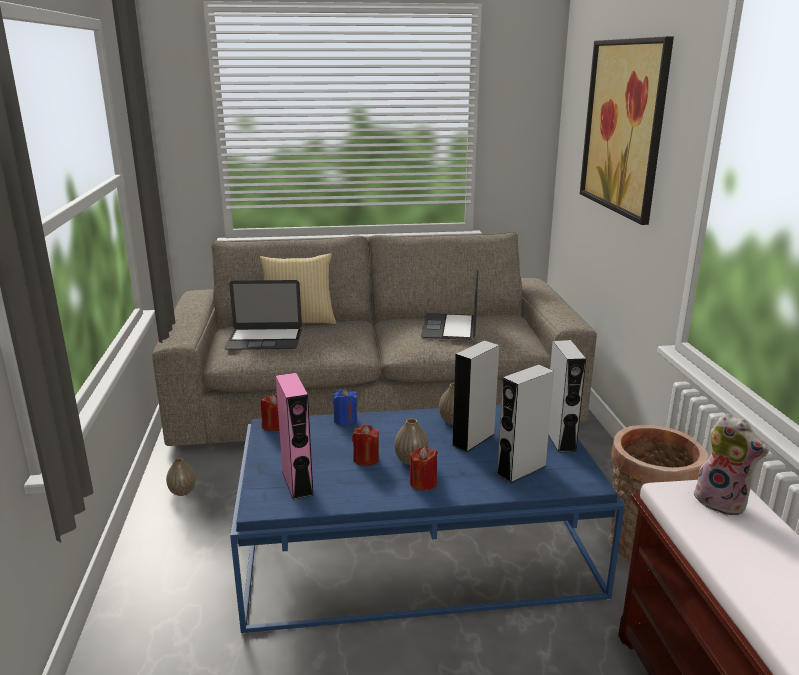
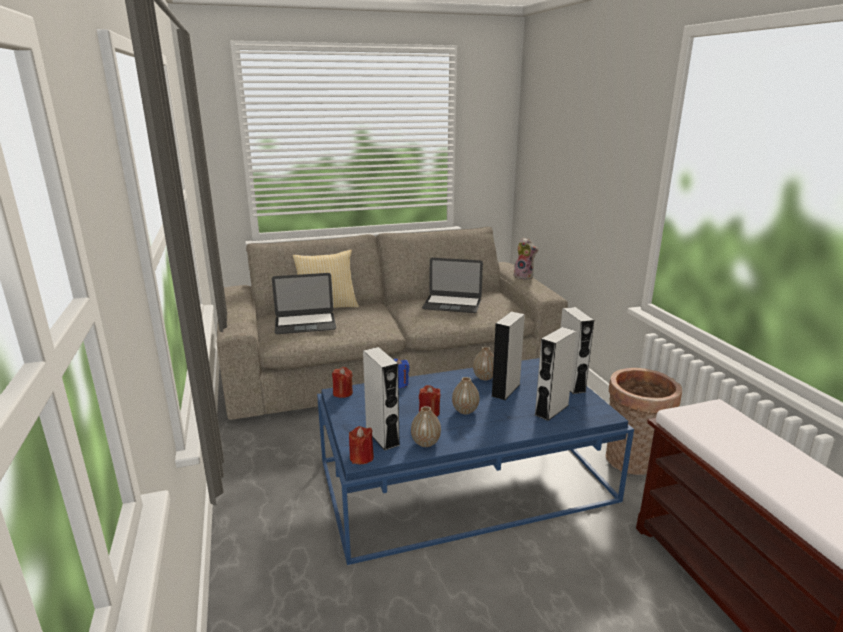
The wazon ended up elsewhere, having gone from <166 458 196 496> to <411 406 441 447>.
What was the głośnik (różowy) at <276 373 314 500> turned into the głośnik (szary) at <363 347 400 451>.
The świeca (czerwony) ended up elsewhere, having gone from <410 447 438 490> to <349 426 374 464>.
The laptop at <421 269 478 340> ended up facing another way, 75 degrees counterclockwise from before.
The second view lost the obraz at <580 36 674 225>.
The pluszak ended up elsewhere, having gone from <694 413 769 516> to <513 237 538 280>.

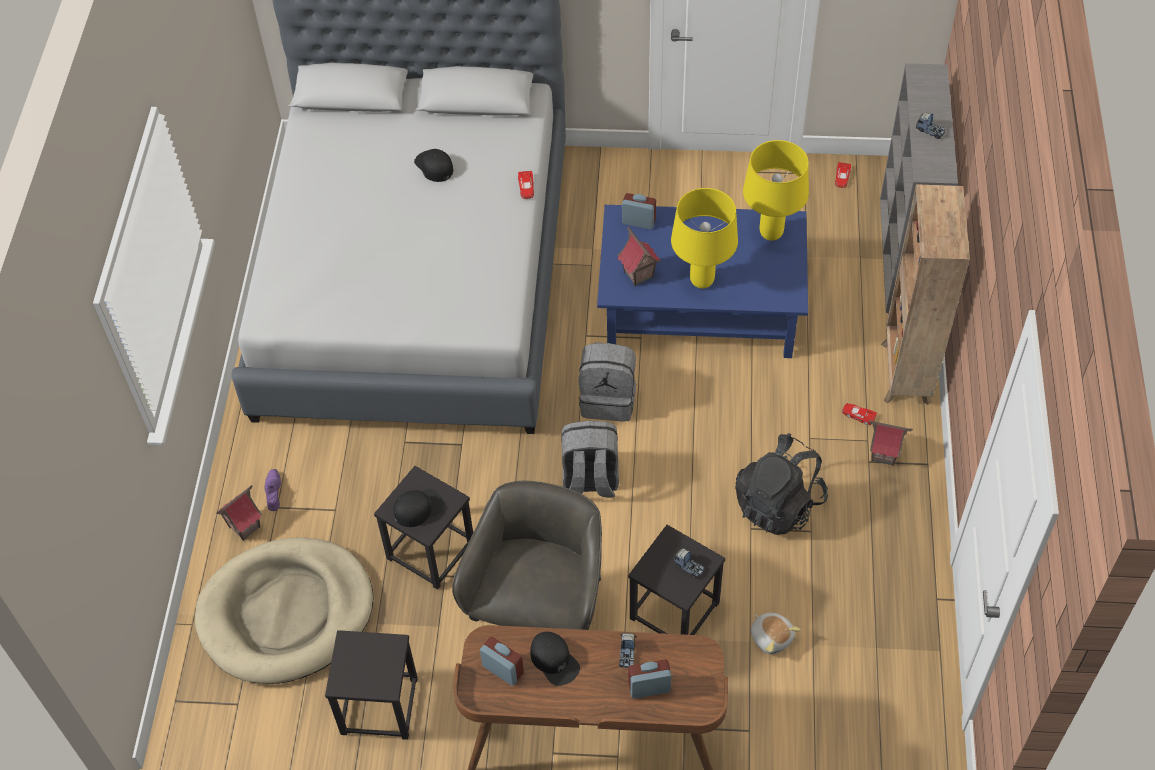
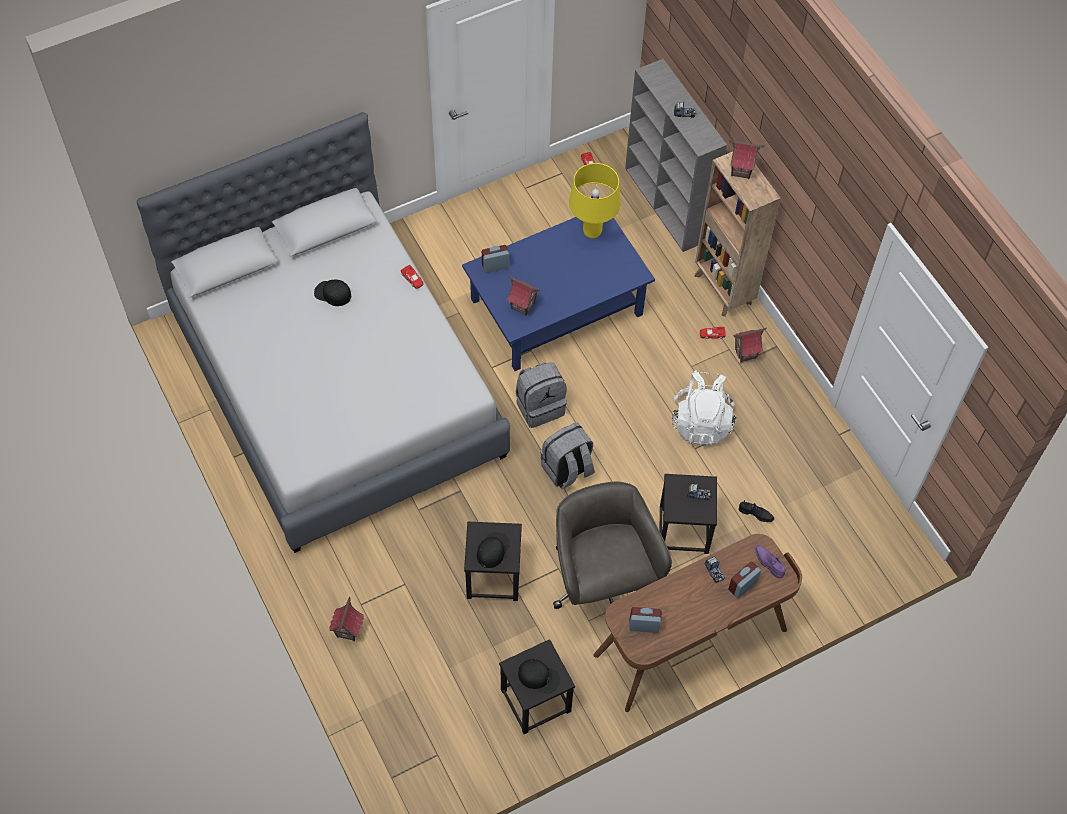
The second view lost the legowisko (beżowy) at <195 537 373 684>.
The but (fioletowy) ended up elsewhere, having gone from <265 469 281 511> to <755 545 786 578>.
The czapka z daszkiem (czarny) ended up elsewhere, having gone from <530 632 580 686> to <518 659 560 694>.
The second view lost the lampa stołowa (żółty) at <671 188 738 289>.
What was the plecak (czarny) at <735 433 828 535> turned into the plecak (biały) at <672 370 736 446>.
Where the pluszak stood at <751 613 801 654>, the but (czarny) came to stand at <739 500 775 522>.
The second view gained the domek at <729 140 765 179>.

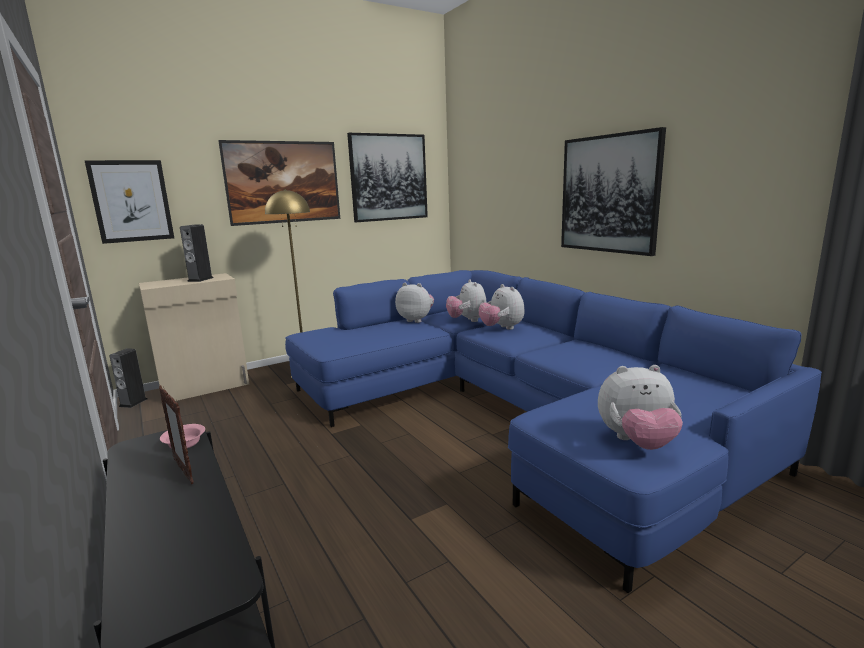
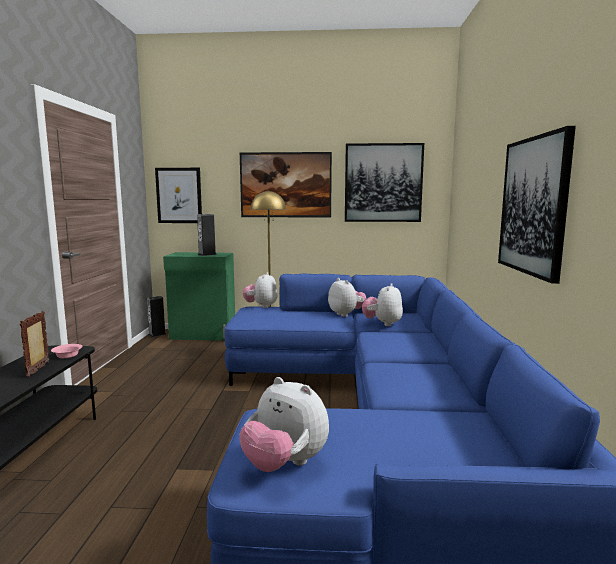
What was the szafka (beżowy) at <139 273 249 401> turned into the szafka (zielony) at <163 252 235 341>.
The pluszak ended up elsewhere, having gone from <479 284 525 330> to <243 272 278 308>.

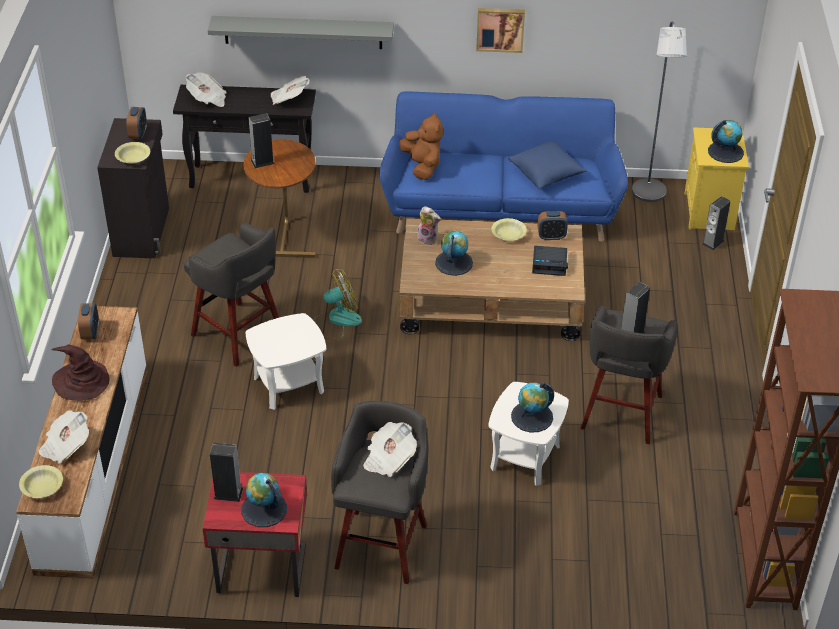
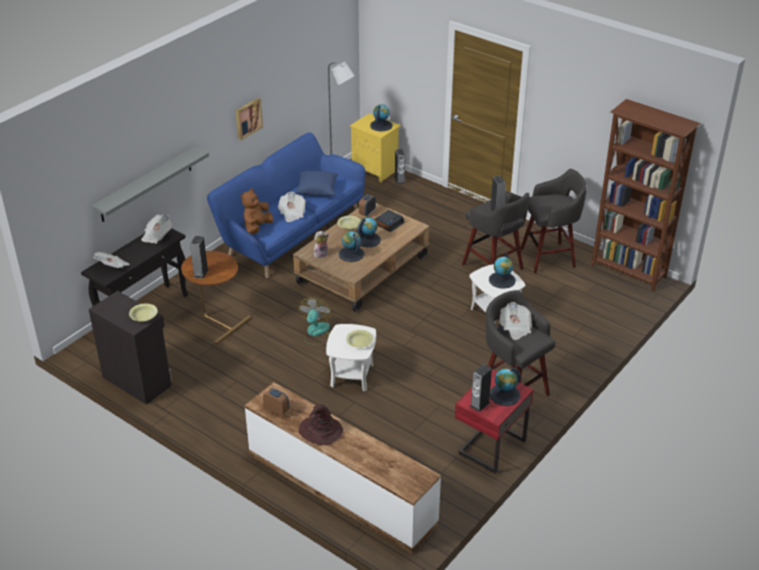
The miska (żółty) ended up elsewhere, having gone from <19 465 63 498> to <346 330 373 348>.
The gazeta ended up elsewhere, having gone from <39 410 89 464> to <278 192 306 222>.
The second view lost the budzik at <126 107 147 139>.
The stołek (szary) ended up elsewhere, having gone from <184 223 279 367> to <520 169 587 274>.
The pluszak (brązowy) at <399 112 443 180> ended up facing another way, 75 degrees counterclockwise from before.
The second view gained the globus at <357 217 381 247>.

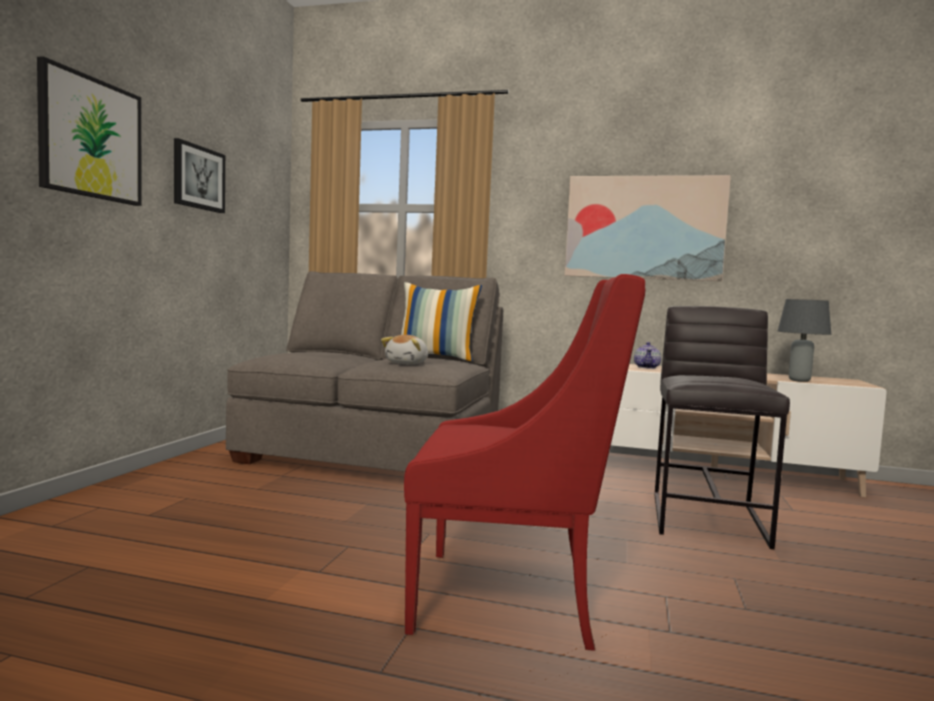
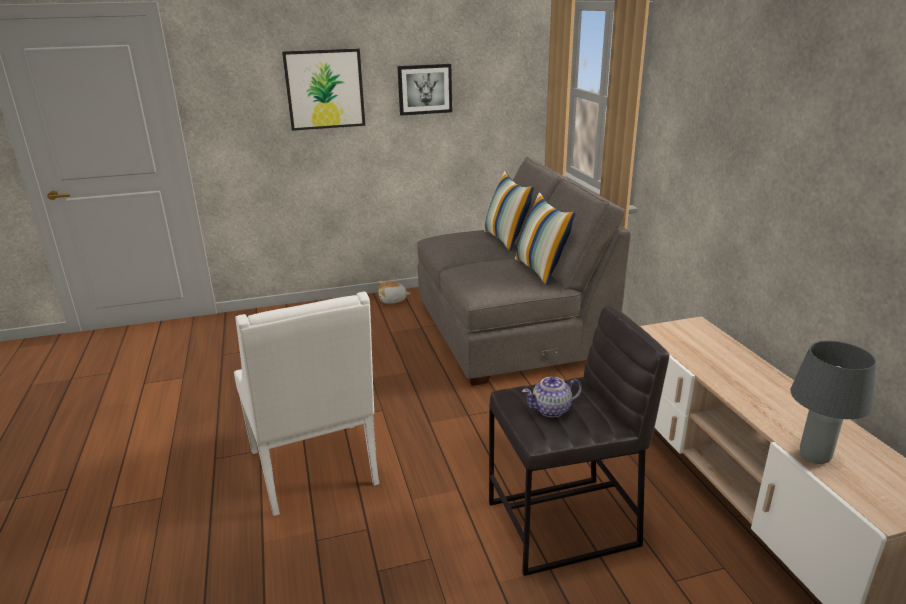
The pluszak ended up elsewhere, having gone from <381 335 428 364> to <378 281 411 304>.
What was the fotel (czerwony) at <404 274 646 651> turned into the fotel (biały) at <234 292 380 516>.
The second view lost the obraz at <565 175 731 281>.
The imbryk ended up elsewhere, having gone from <634 342 661 369> to <522 376 582 418>.
The second view gained the poduszka at <484 171 534 251>.

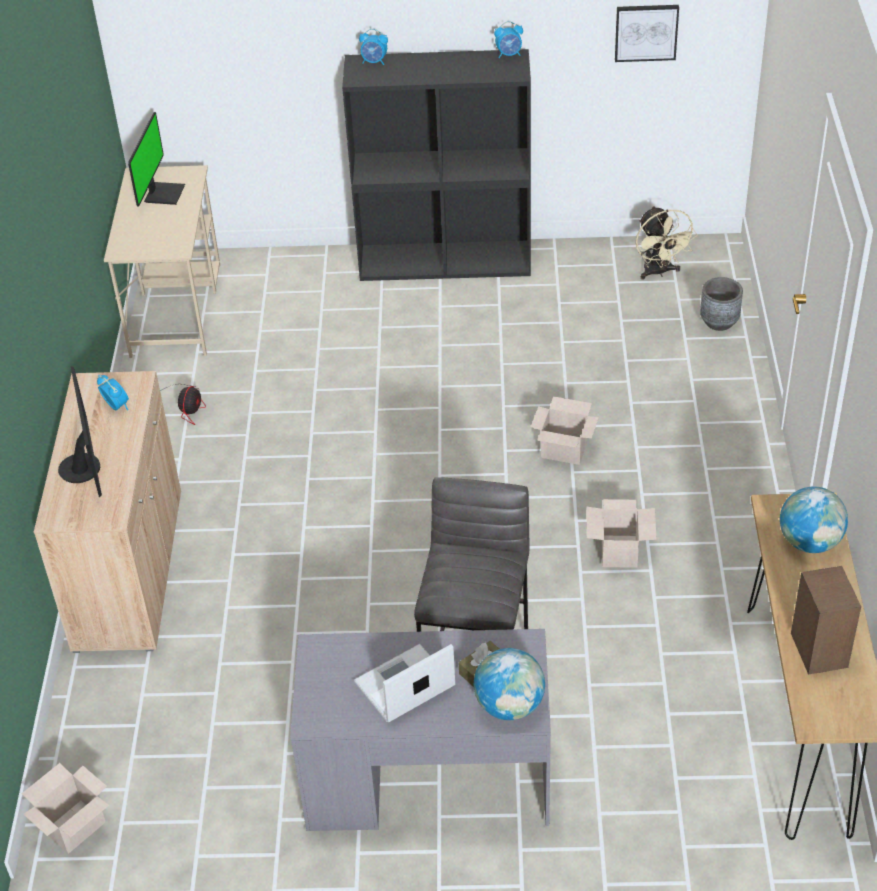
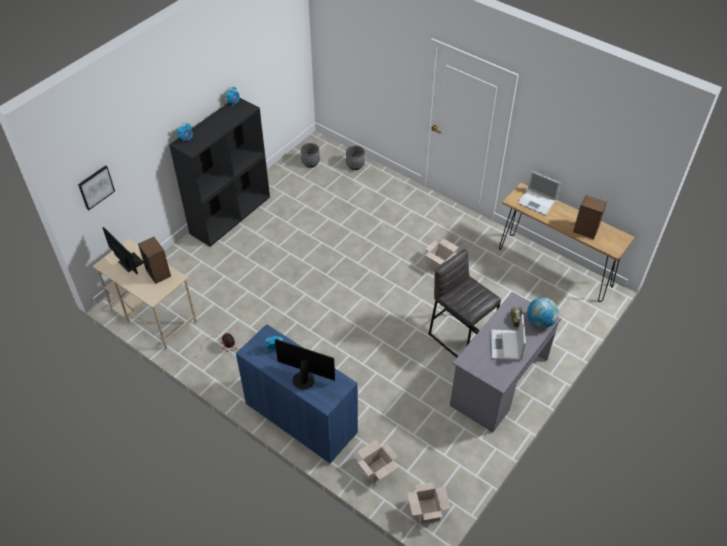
What was the szafka (beżowy) at <34 371 181 653> turned into the szafka (niebieski) at <236 324 358 464>.
The karton ended up elsewhere, having gone from <531 396 599 465> to <358 440 398 483>.
The obraz ended up elsewhere, having gone from <615 5 679 62> to <78 165 115 210>.
Where the wentylator (beżowy) stood at <636 206 698 279>, the donica (szary) came to stand at <301 143 320 168>.
Where the globus stood at <780 486 848 553>, the laptop came to stand at <517 171 560 215>.
The second view gained the głośnik at <138 237 171 284>.

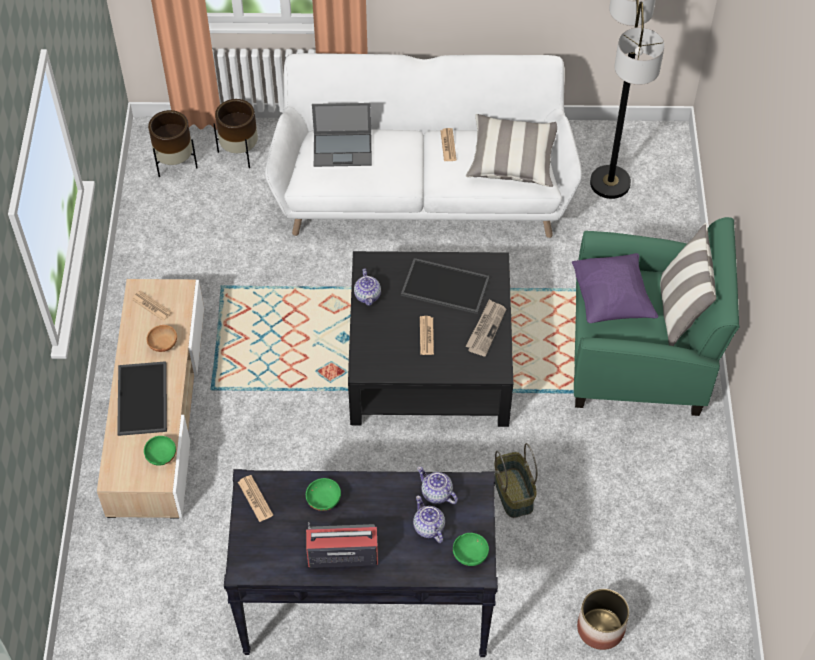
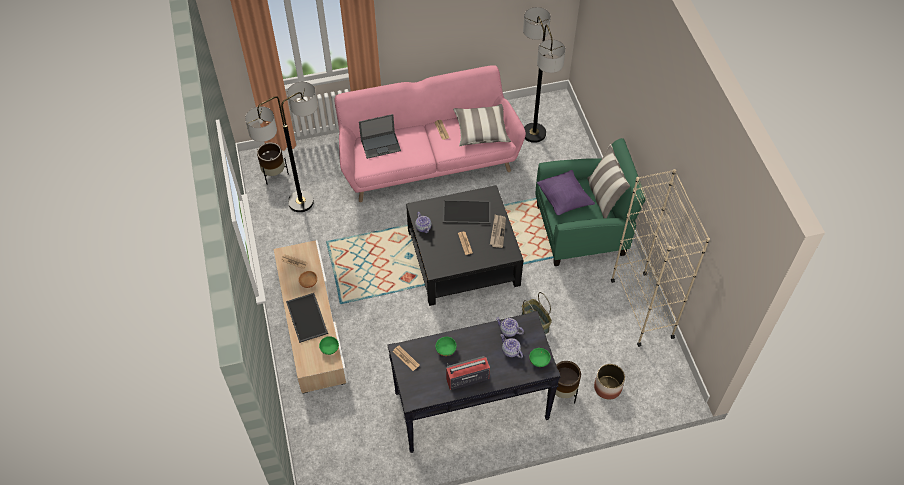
The donica (brązowy) ended up elsewhere, having gone from <213 99 258 168> to <547 361 581 404>.
What was the kanapa (biały) at <265 53 582 238> turned into the kanapa (różowy) at <335 65 526 202>.
The second view gained the lampa stojąca at <245 82 318 212>.
The second view gained the regał (beżowy) at <611 169 710 347>.

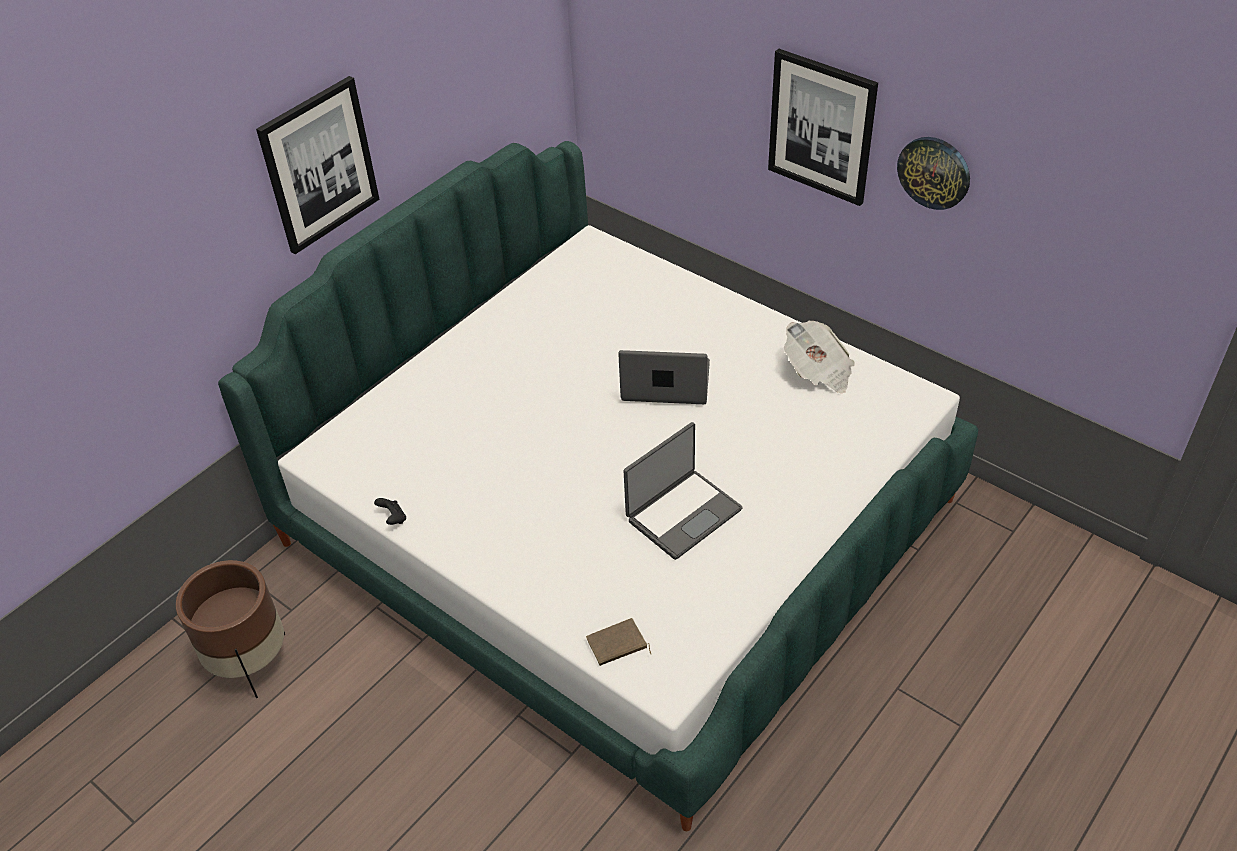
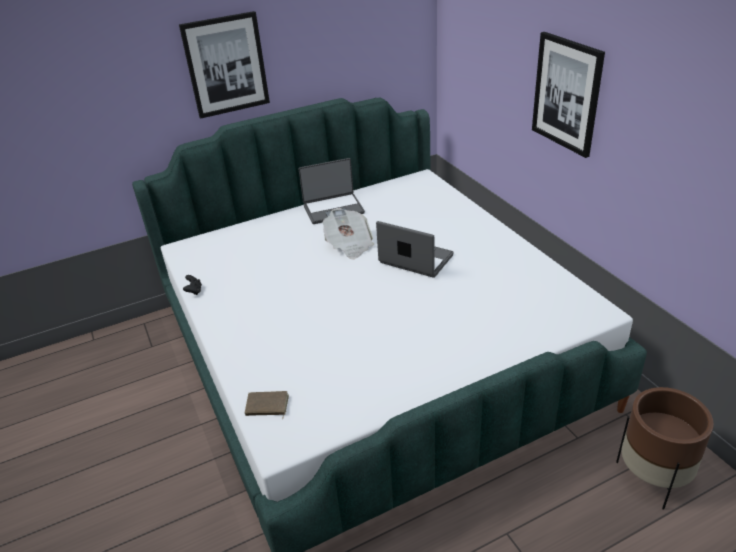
The donica (brązowy) ended up elsewhere, having gone from <176 560 285 698> to <616 387 714 509>.
The laptop ended up elsewhere, having gone from <624 422 743 560> to <299 158 365 224>.
The gazeta ended up elsewhere, having gone from <784 321 855 393> to <322 208 374 259>.
The second view lost the zegar ścienny at <897 137 970 210>.

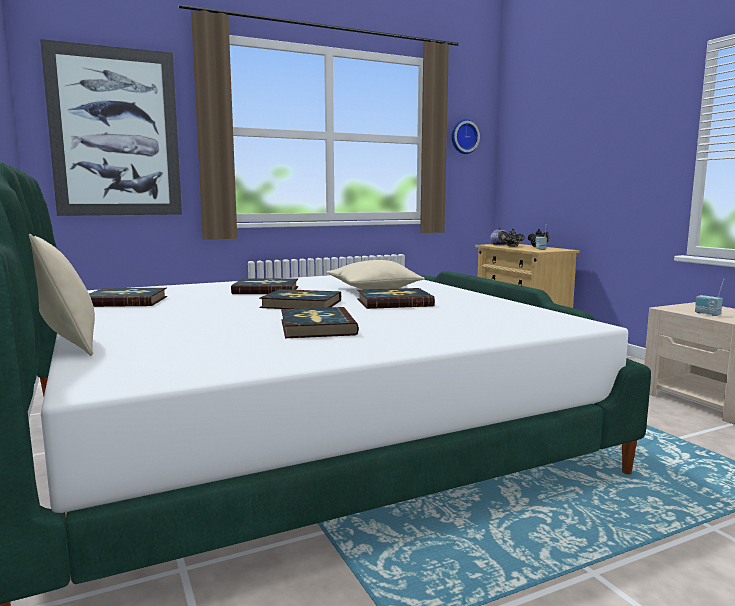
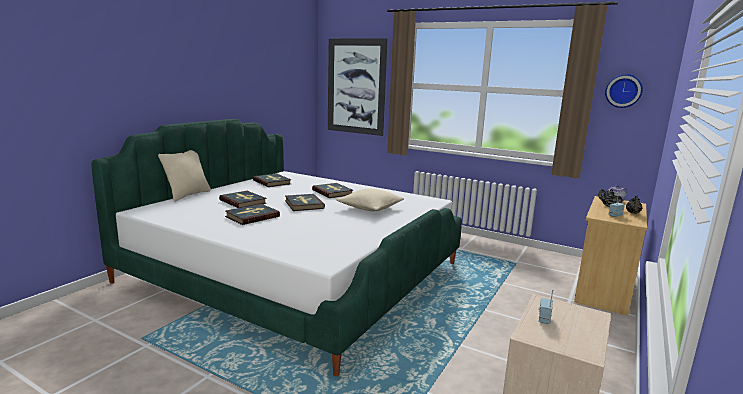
The książka ended up elsewhere, having gone from <357 288 435 309> to <219 191 267 208>.

